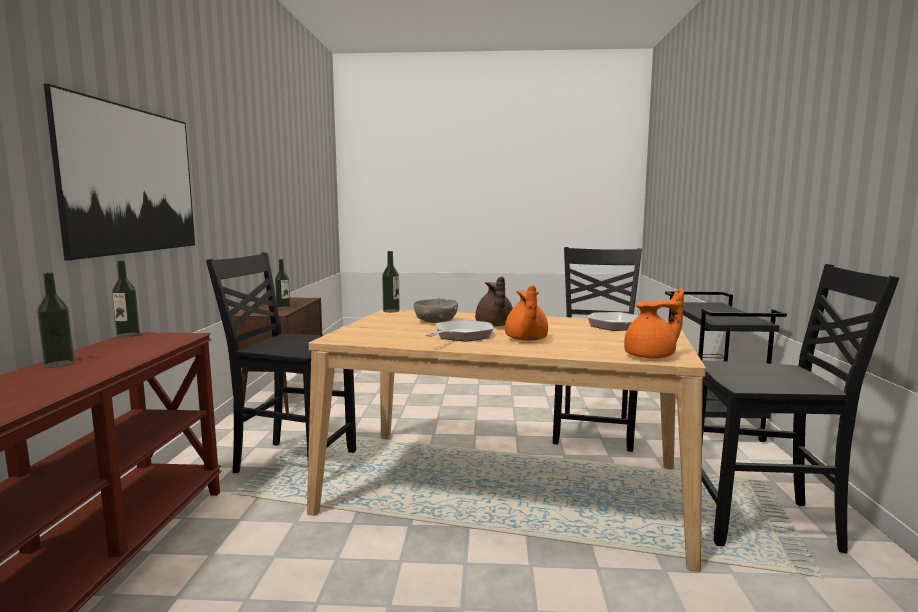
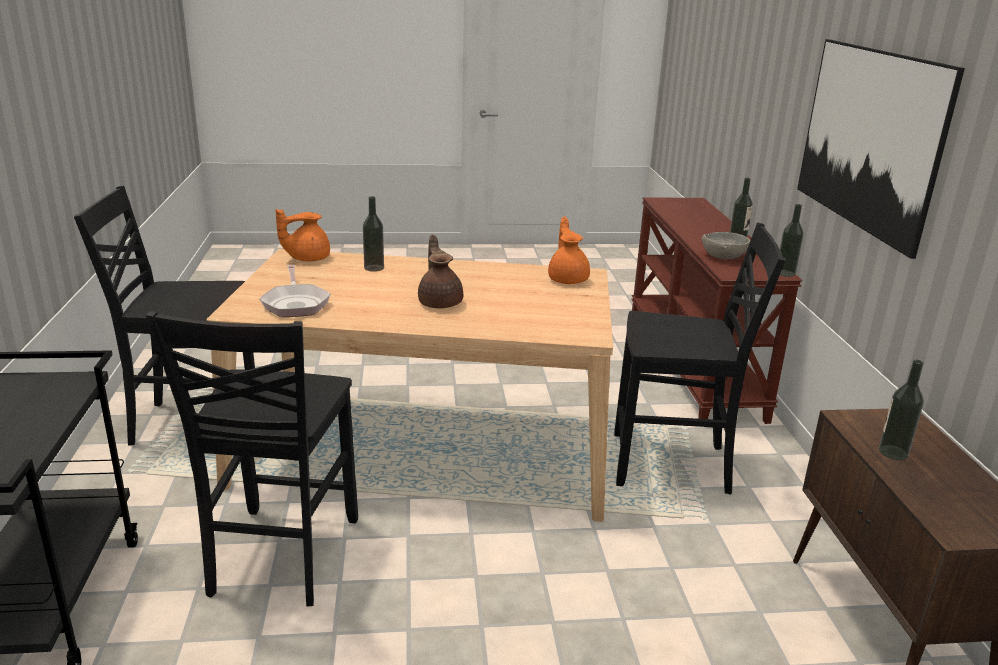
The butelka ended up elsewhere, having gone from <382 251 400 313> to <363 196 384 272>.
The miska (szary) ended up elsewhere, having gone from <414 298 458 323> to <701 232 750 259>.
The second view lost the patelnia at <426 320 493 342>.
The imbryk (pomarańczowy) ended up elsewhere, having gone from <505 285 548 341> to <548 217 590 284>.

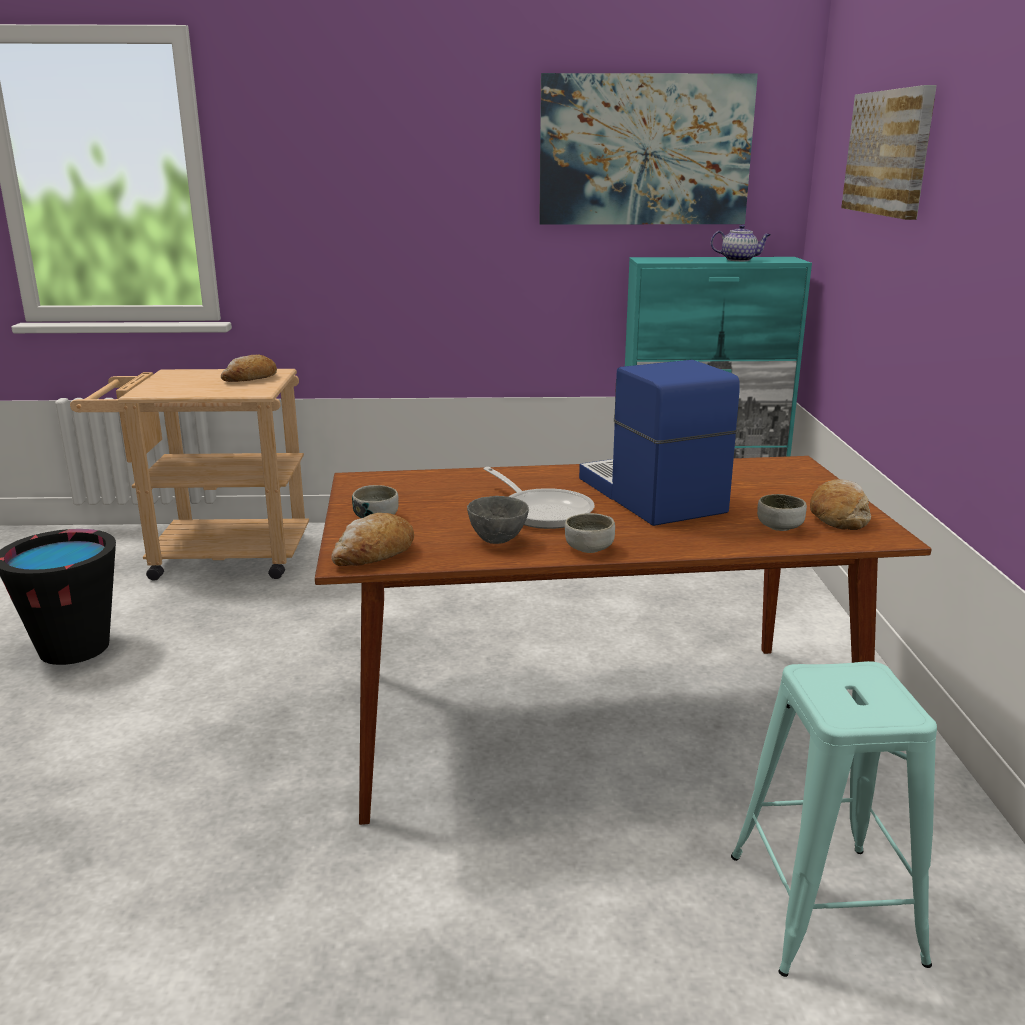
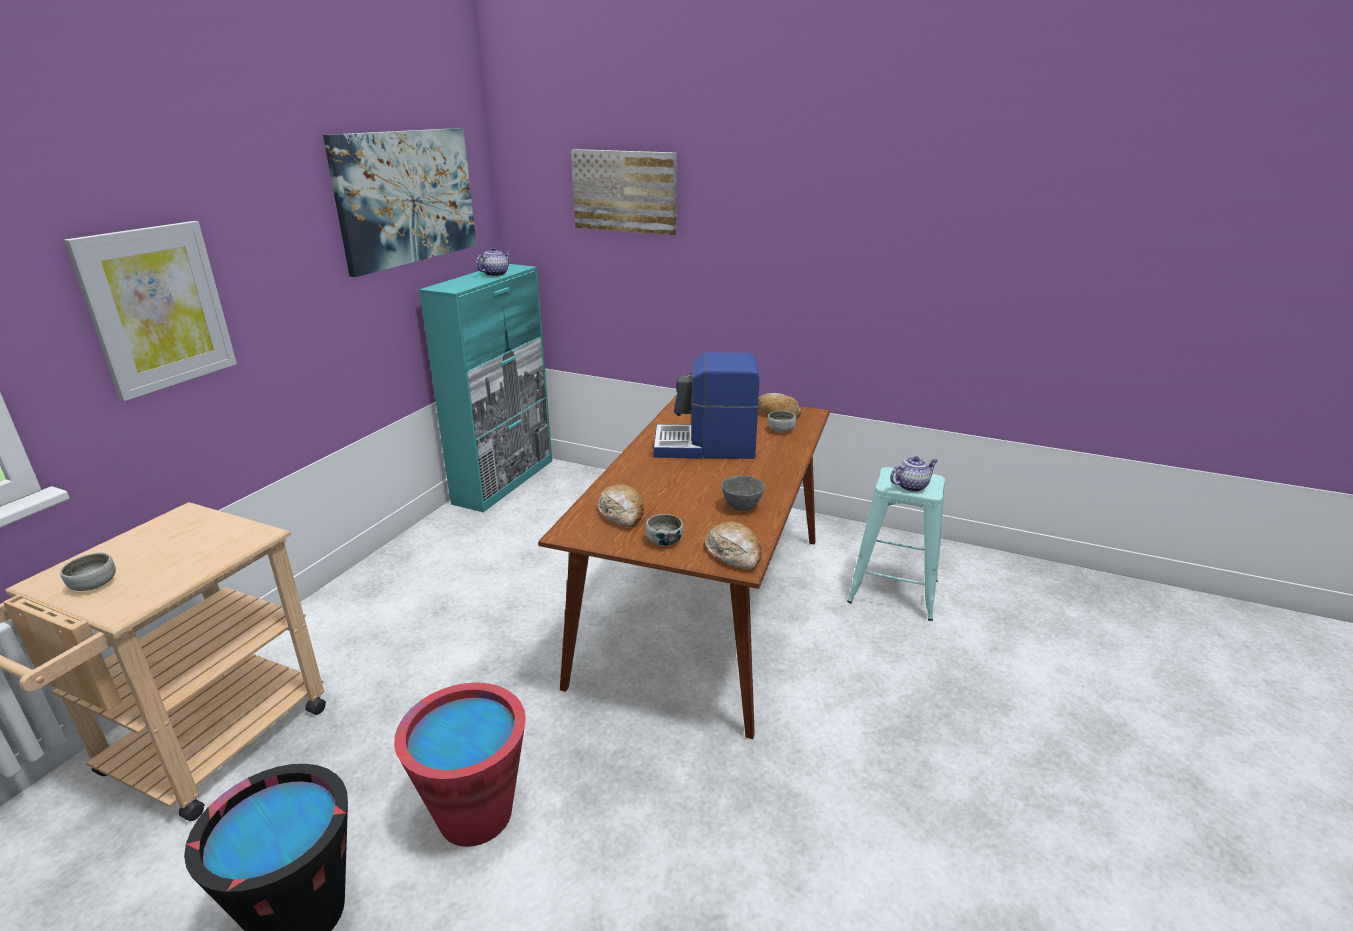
The chleb ended up elsewhere, having gone from <221 355 277 382> to <598 484 644 527>.
The second view lost the patelnia at <483 467 595 529>.
The miska ended up elsewhere, having gone from <565 513 615 553> to <60 552 116 591>.
The second view gained the obraz at <64 221 237 401>.
The second view gained the wiadro (czerwony) at <394 682 526 847>.
The second view gained the imbryk at <890 456 938 492>.

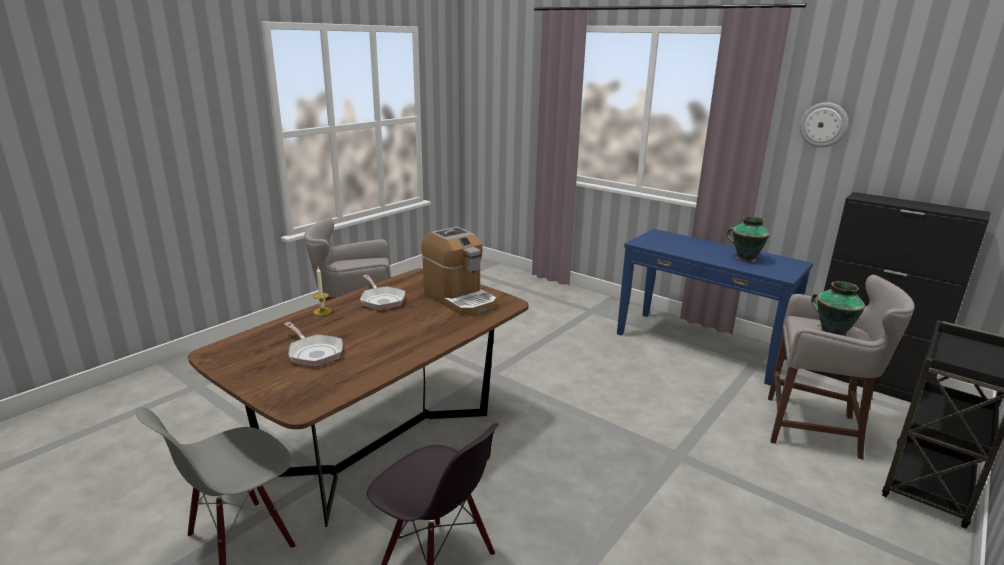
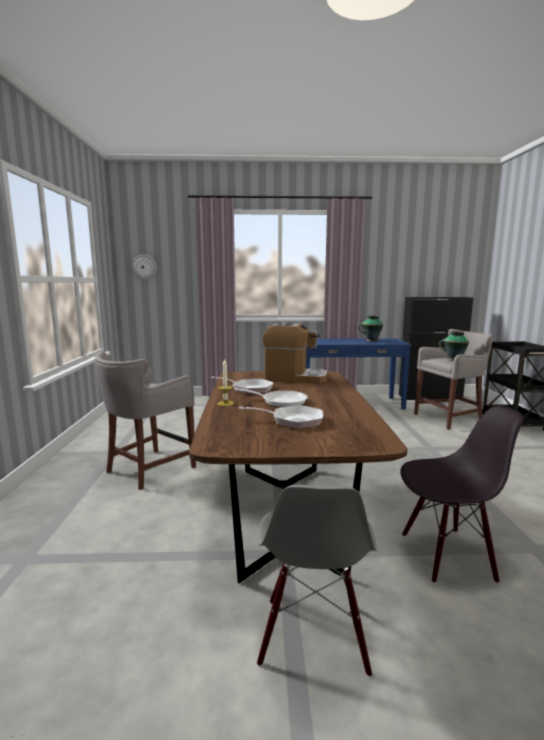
The zegar ścienny ended up elsewhere, having gone from <800 102 848 148> to <132 255 157 280>.
The second view gained the patelnia at <235 388 308 407>.

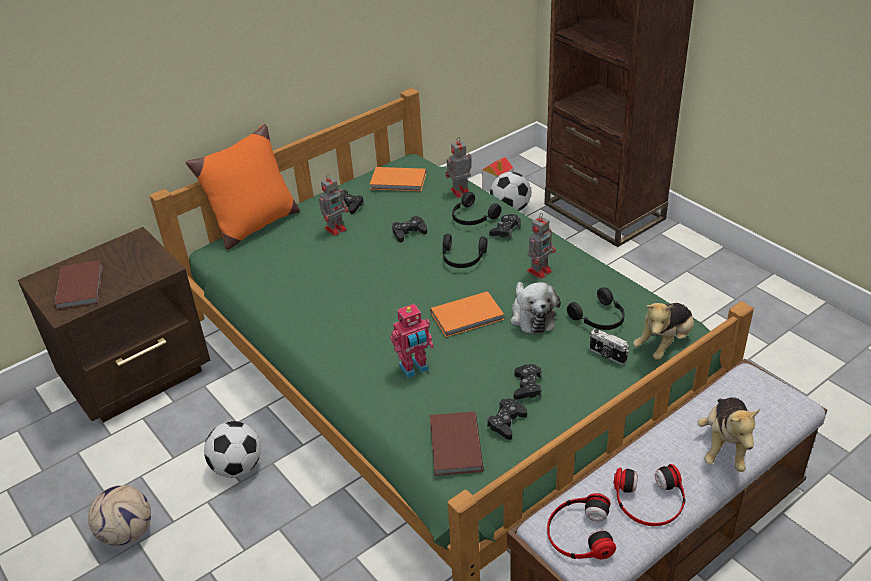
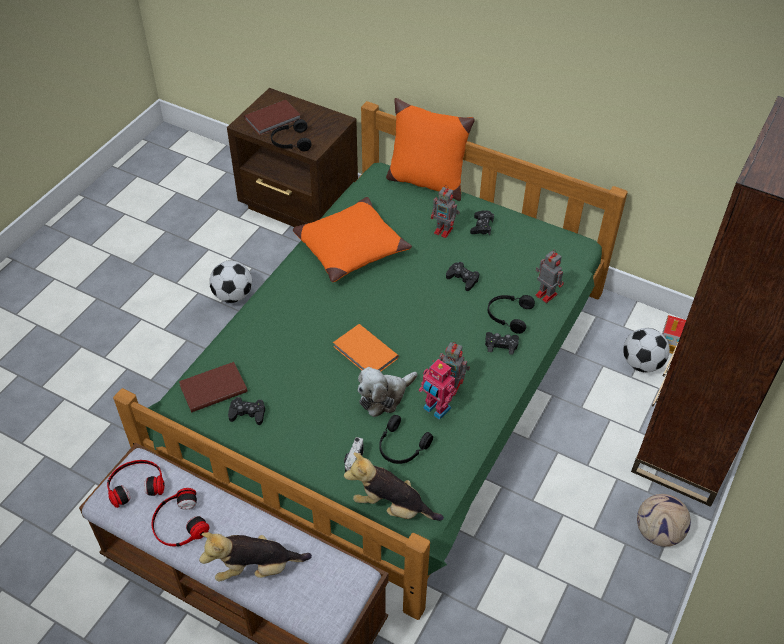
The piłka futbolowa ended up elsewhere, having gone from <88 485 151 546> to <637 494 691 547>.
The second view lost the książka (pomarańczowy) at <370 167 426 191>.
The robot zabawkowy ended up elsewhere, having gone from <390 304 434 378> to <419 359 457 420>.
The słuchawki (czarny) ended up elsewhere, having gone from <443 234 487 268> to <271 119 312 151>.
The second view lost the pad do gier (czarny) at <514 364 541 400>.
The second view gained the poduszka (pomarańczowy) at <293 197 412 282>.

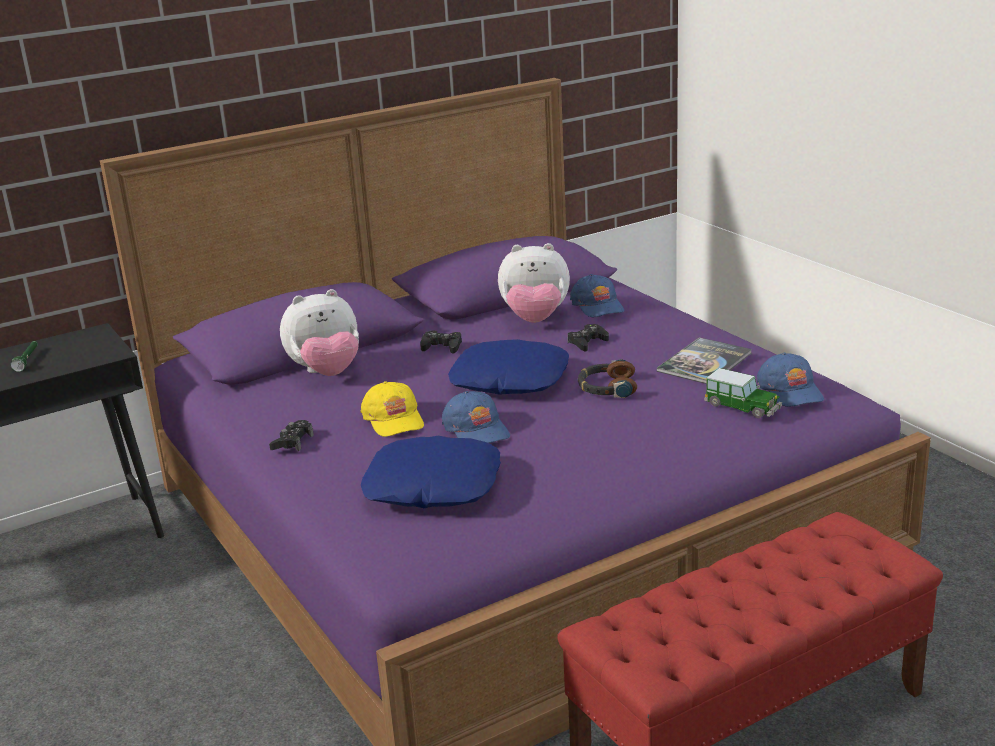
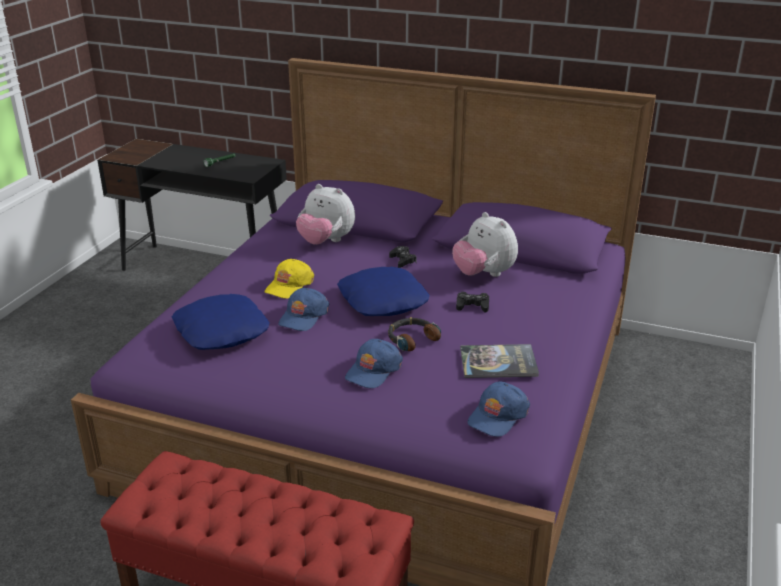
The second view lost the pad do gier (czarny) at <269 420 314 451>.
The czapka z daszkiem (niebieski) ended up elsewhere, having gone from <570 274 624 317> to <345 339 403 388>.
The second view lost the samochodzik at <704 368 782 418>.

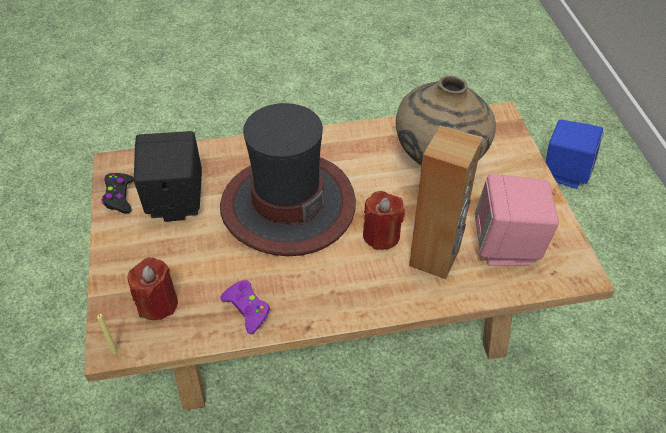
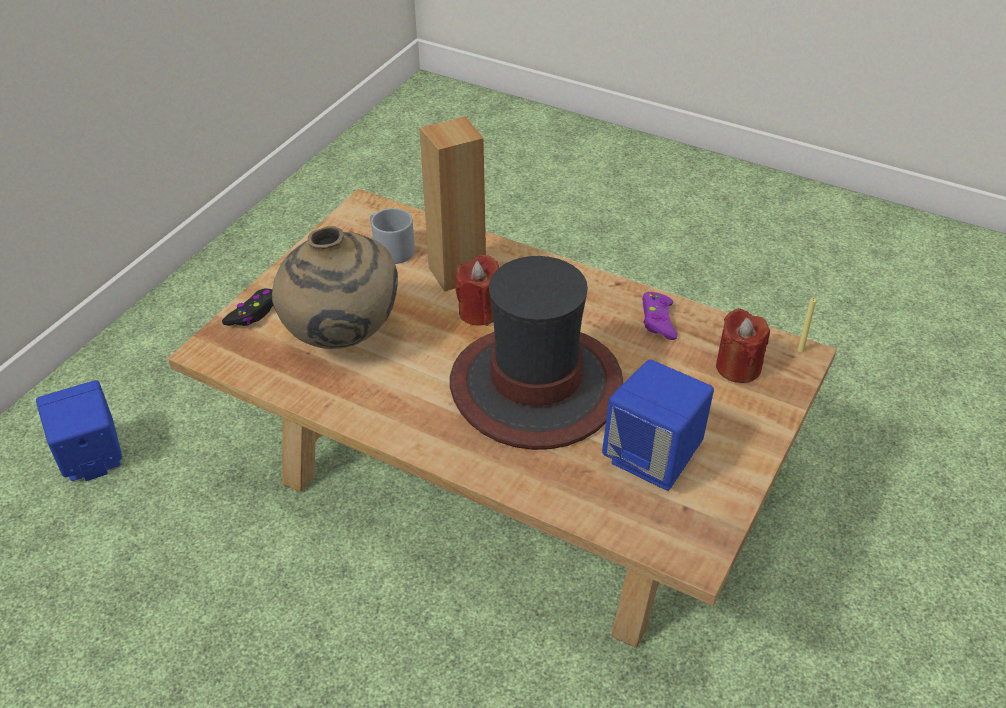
The pad do gier (czarny) ended up elsewhere, having gone from <101 173 134 213> to <222 288 273 326>.
What was the głośnik (czarny) at <134 131 202 222> turned into the głośnik (niebieski) at <602 360 714 491>.
Where the głośnik (różowy) stood at <475 174 559 266>, the kubek (szary) came to stand at <370 208 415 264>.

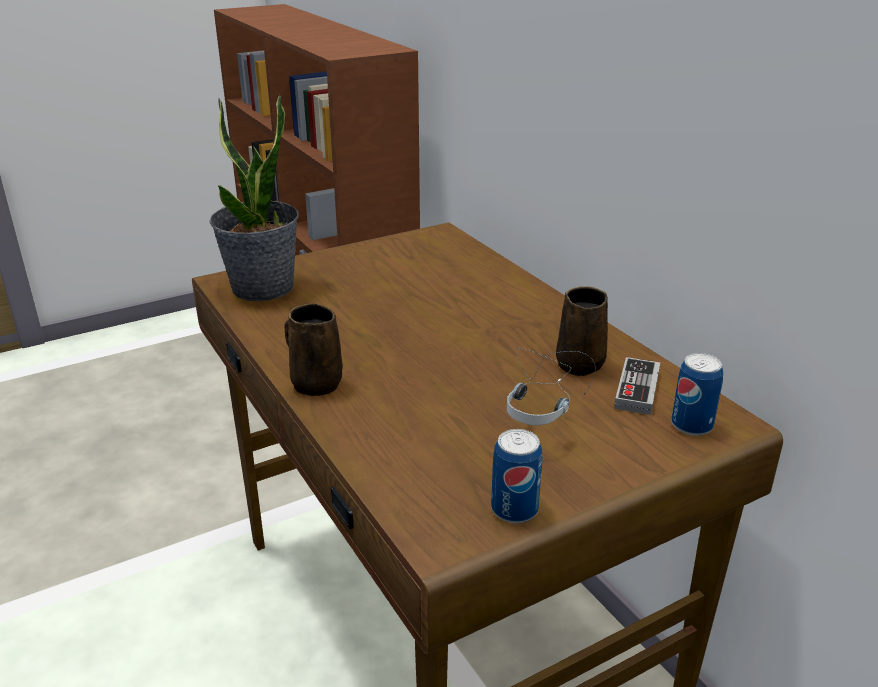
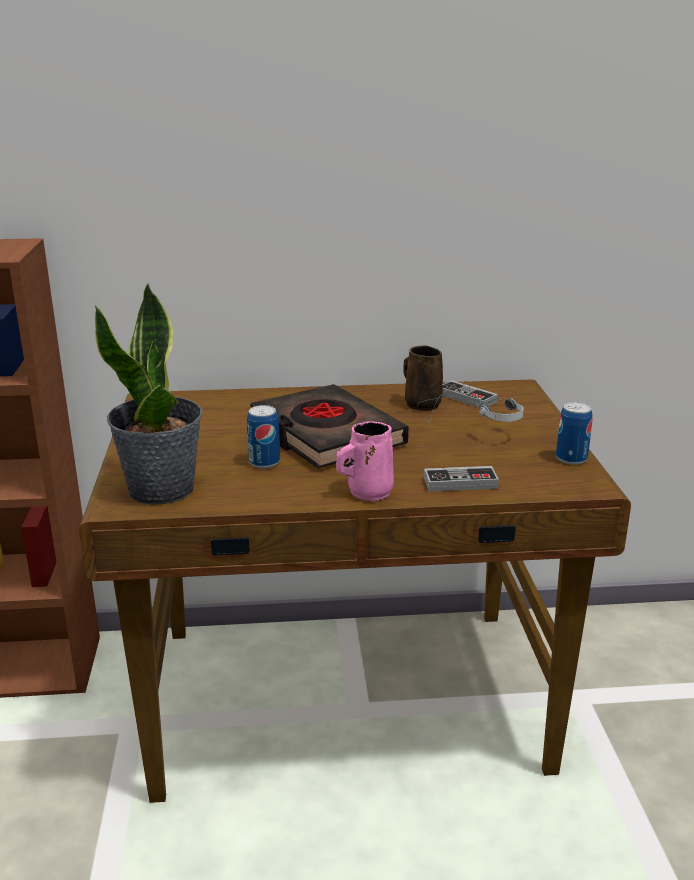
What was the kubek (brązowy) at <284 303 343 396> turned into the kubek (różowy) at <336 422 394 501>.
The puszka ended up elsewhere, having gone from <671 353 723 436> to <247 405 280 468>.
The second view gained the książka (czarny) at <250 384 409 468>.
The second view gained the pad do gier at <424 466 499 492>.

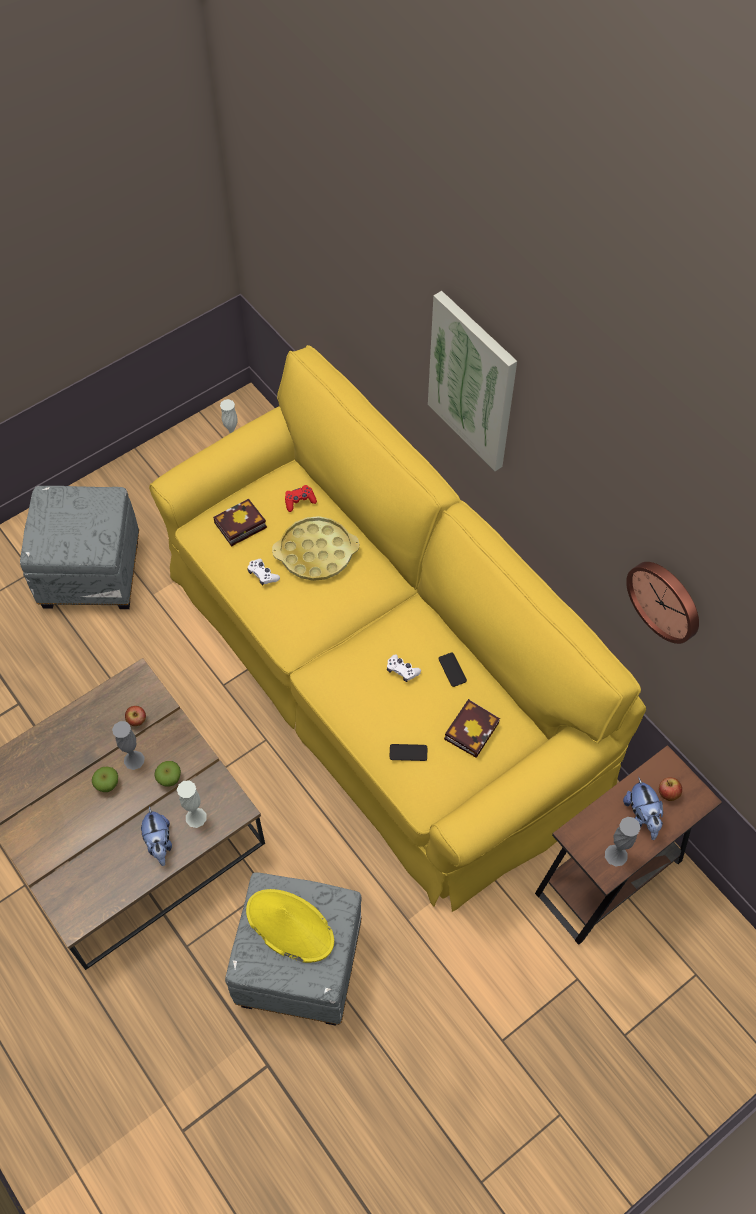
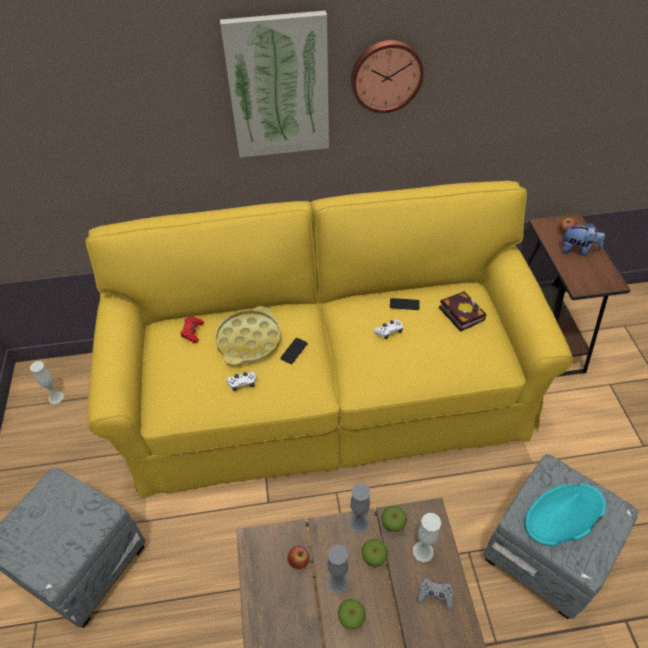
Where the pluszak stood at <141 807 172 866>, the pad do gier (szary) came to stand at <417 578 454 610>.
The second view lost the książka at <213 499 267 547>.
What was the kapelusz (żółty) at <246 889 334 963> turned into the kapelusz (turkusowy) at <525 483 606 546>.
The telefon ended up elsewhere, having gone from <390 744 427 761> to <280 338 307 364>.
The wazon (szary) ended up elsewhere, having gone from <605 817 641 866> to <349 483 370 533>.
The zegar ścienny ended up elsewhere, having gone from <626 562 699 644> to <351 40 424 113>.
The second view gained the jabłko at <382 506 407 532>.

